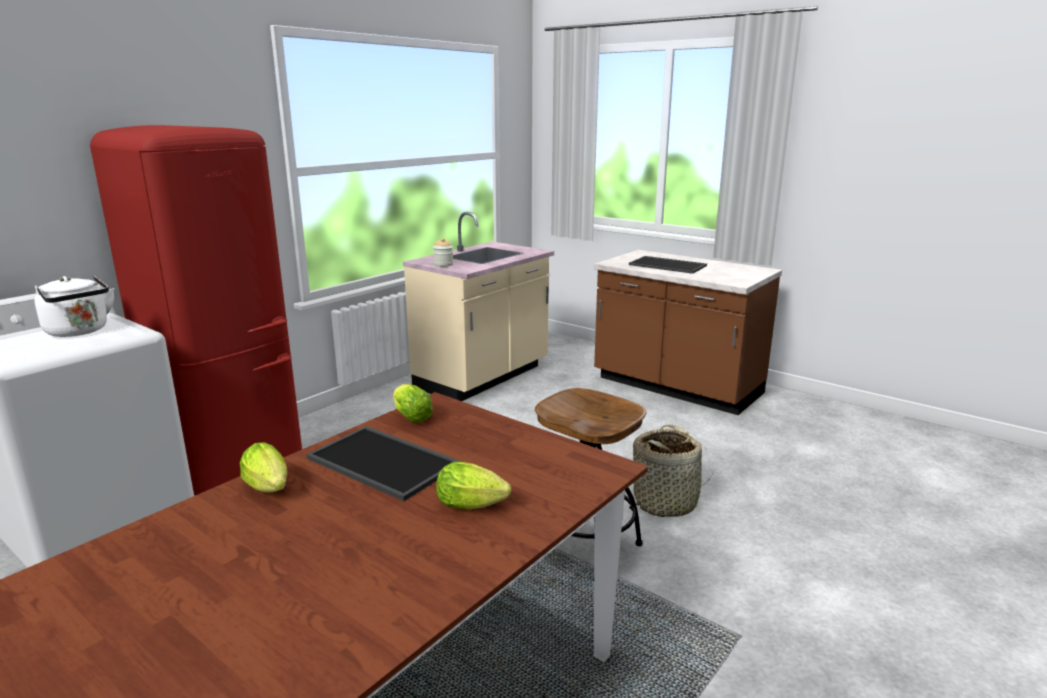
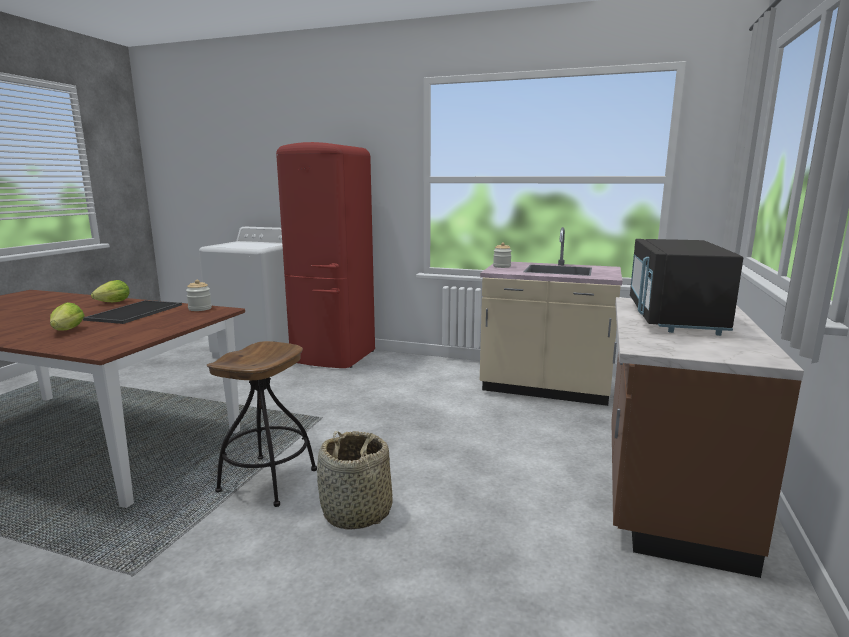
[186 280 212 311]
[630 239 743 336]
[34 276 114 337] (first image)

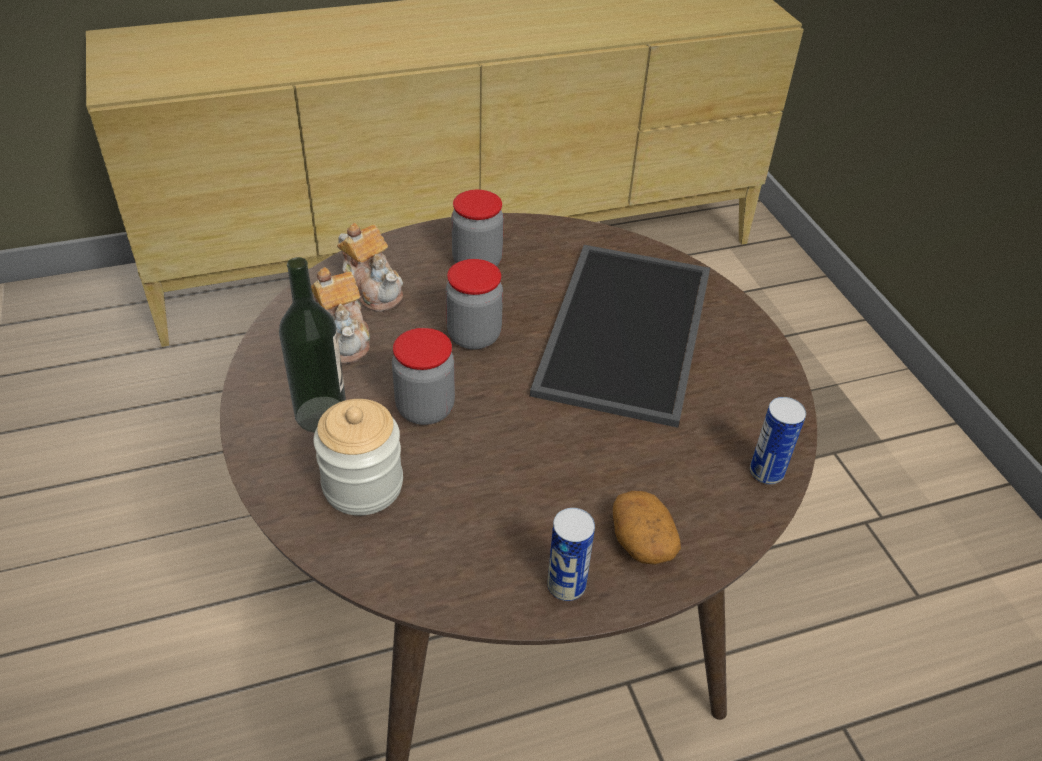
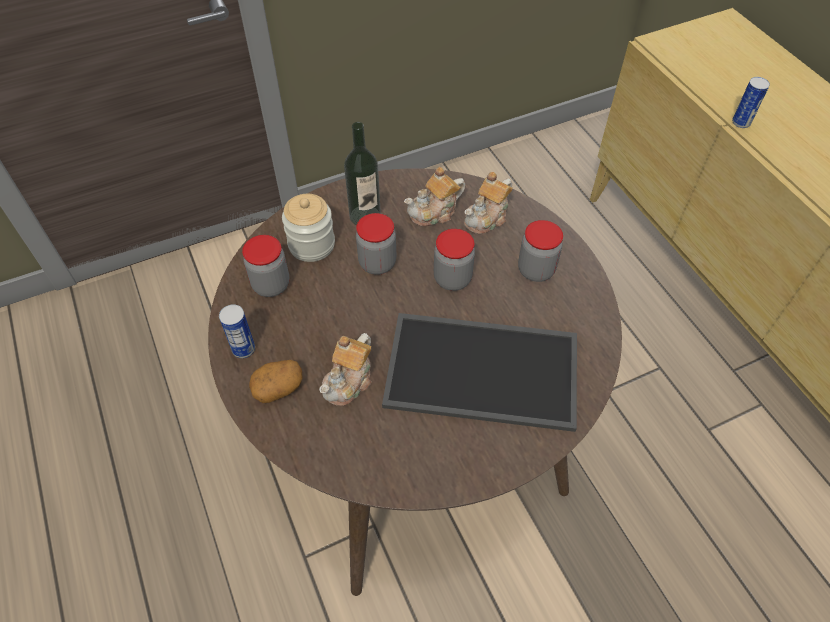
[242 235 289 297]
[319 333 371 406]
[732 77 770 128]

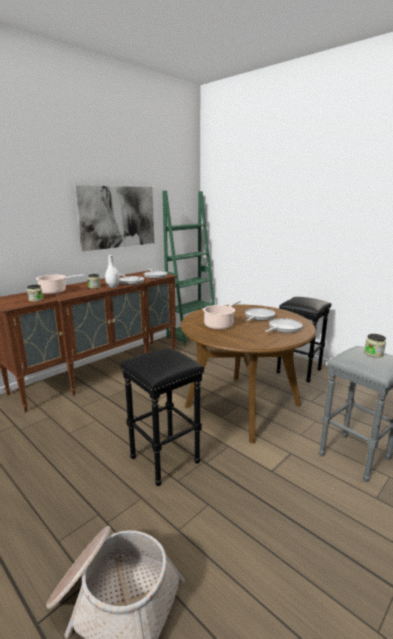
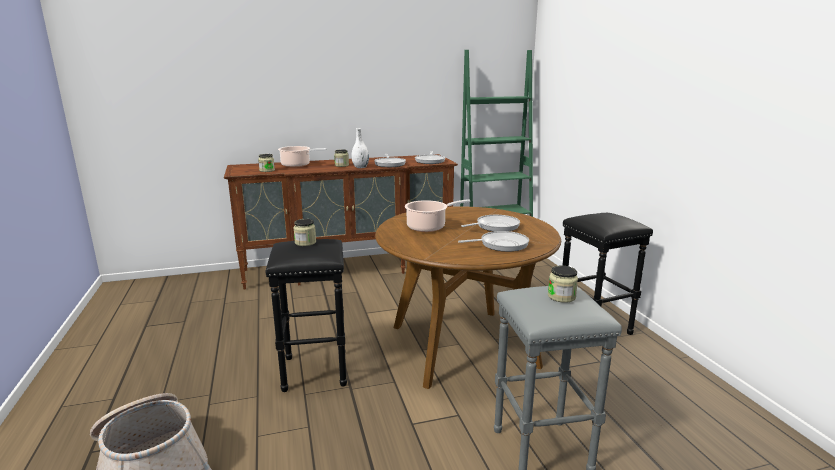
[294 219 316 246]
[74 185 154 251] (first image)

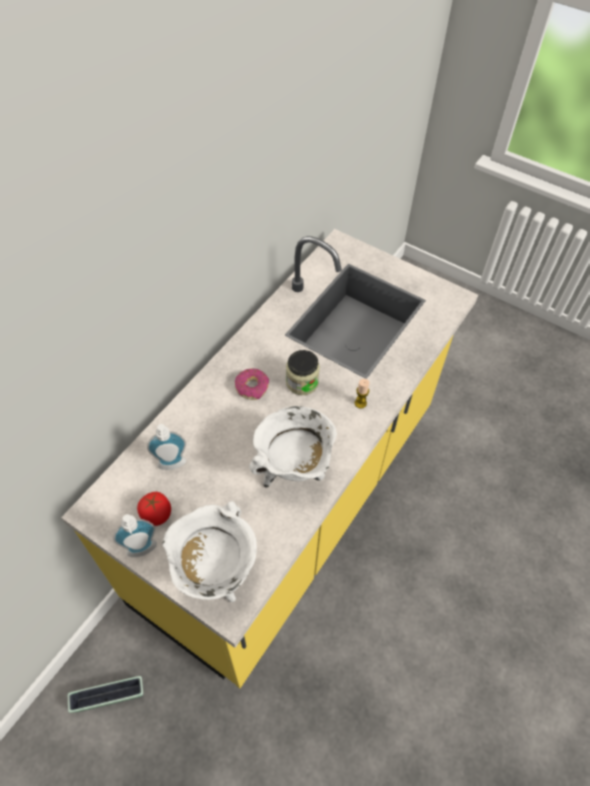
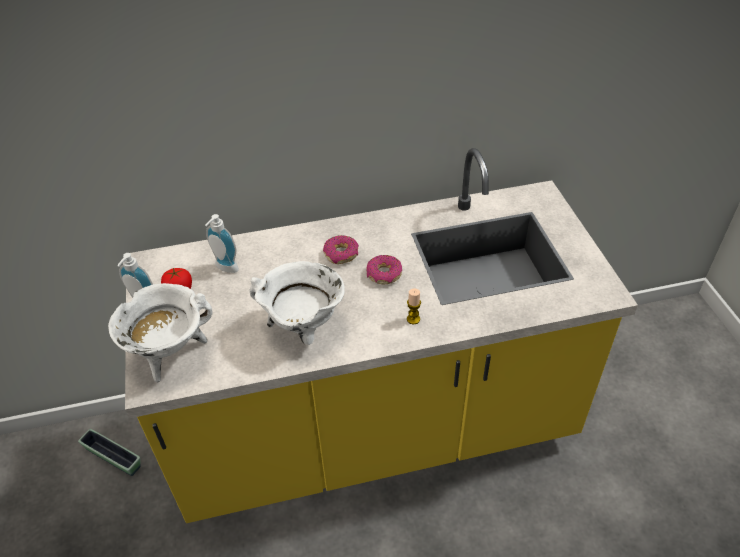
[366 255 402 284]

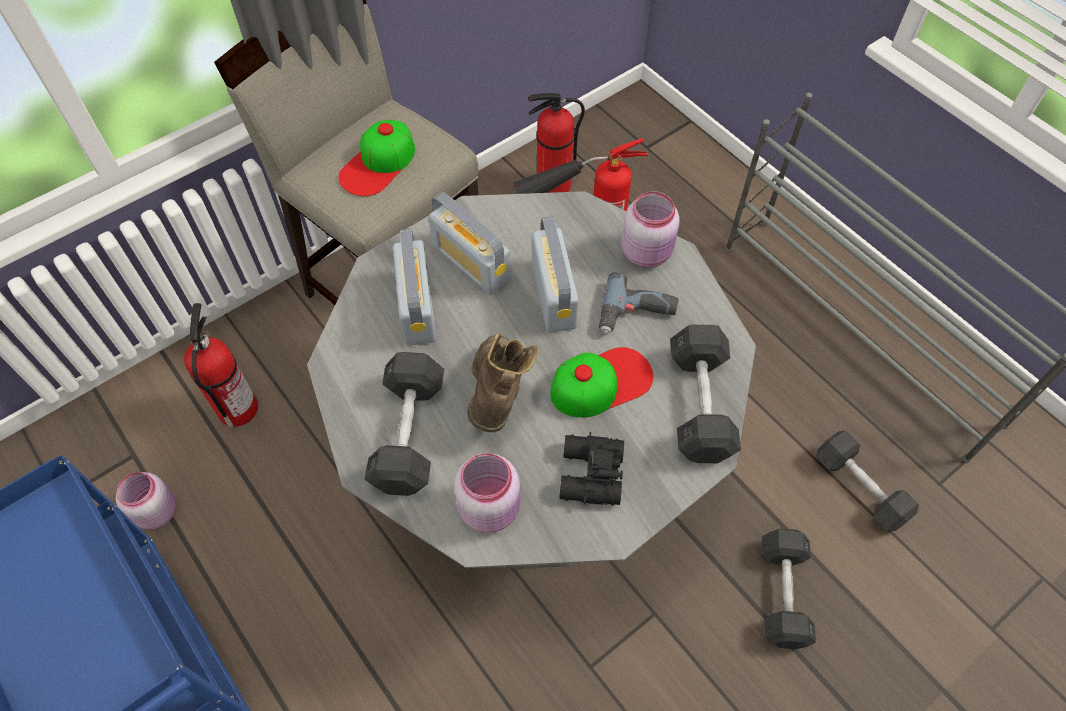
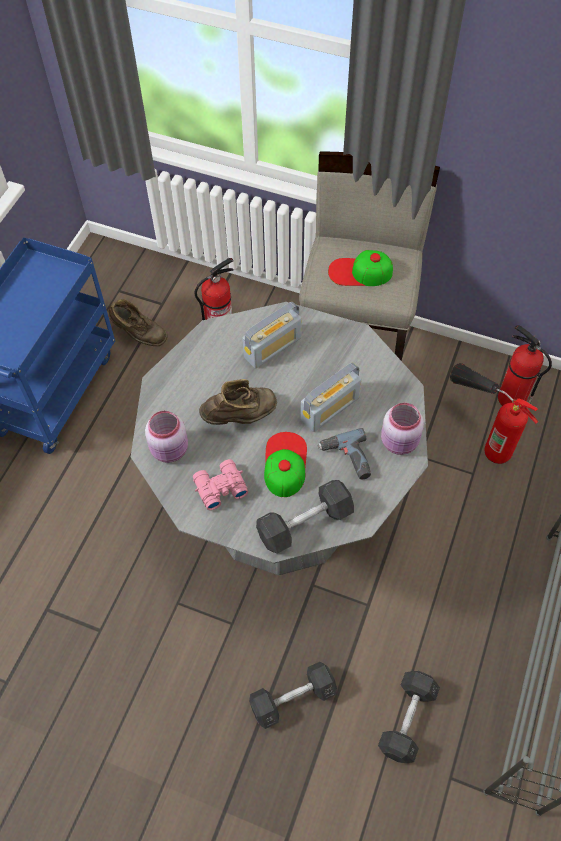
[109 299 168 346]
[193 459 248 510]
[264 432 307 497]
[365 352 444 496] (first image)
[428 192 511 295] (first image)

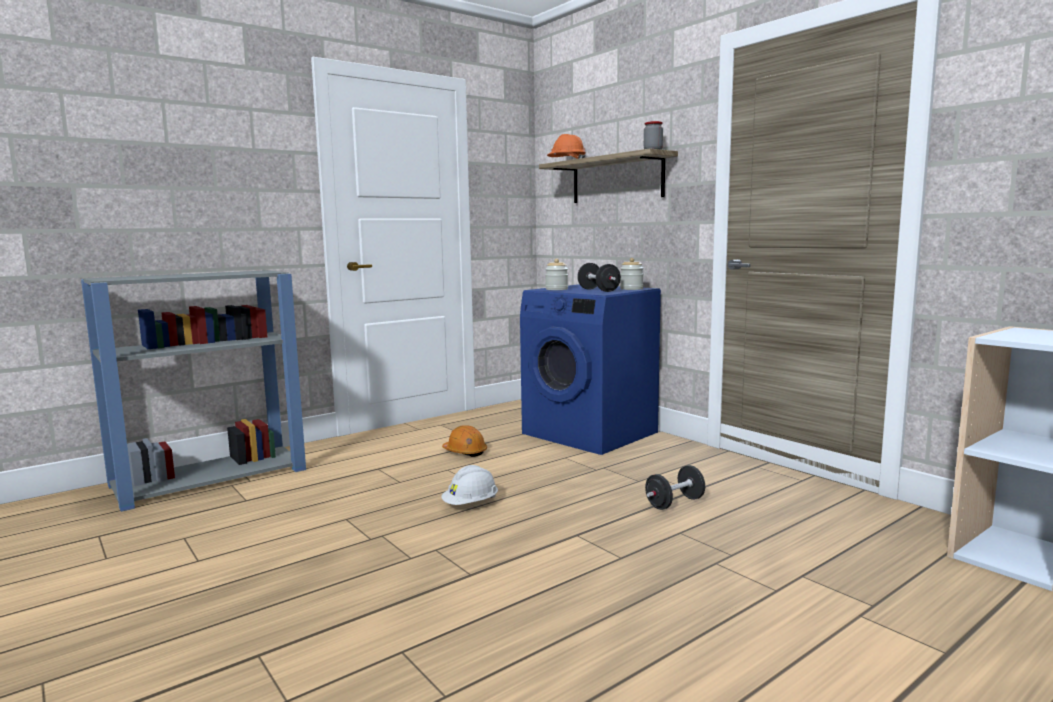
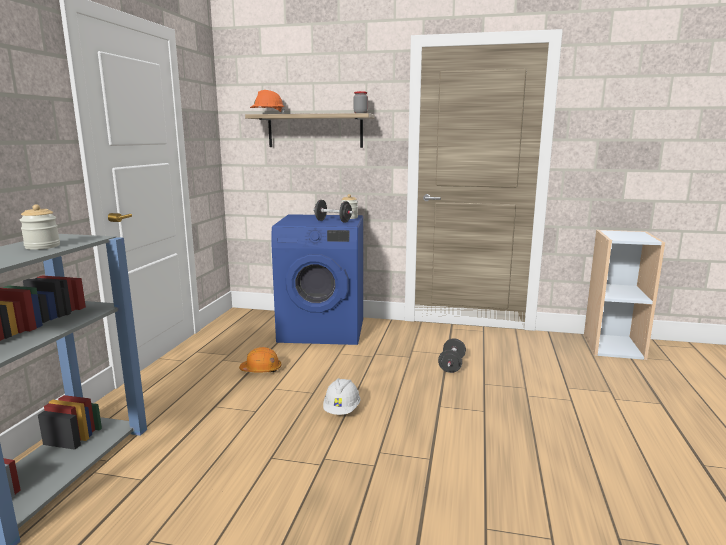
[19 204 60 250]

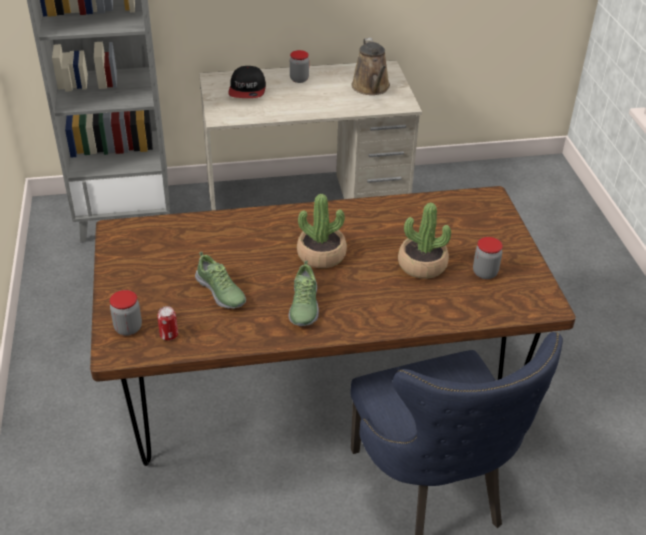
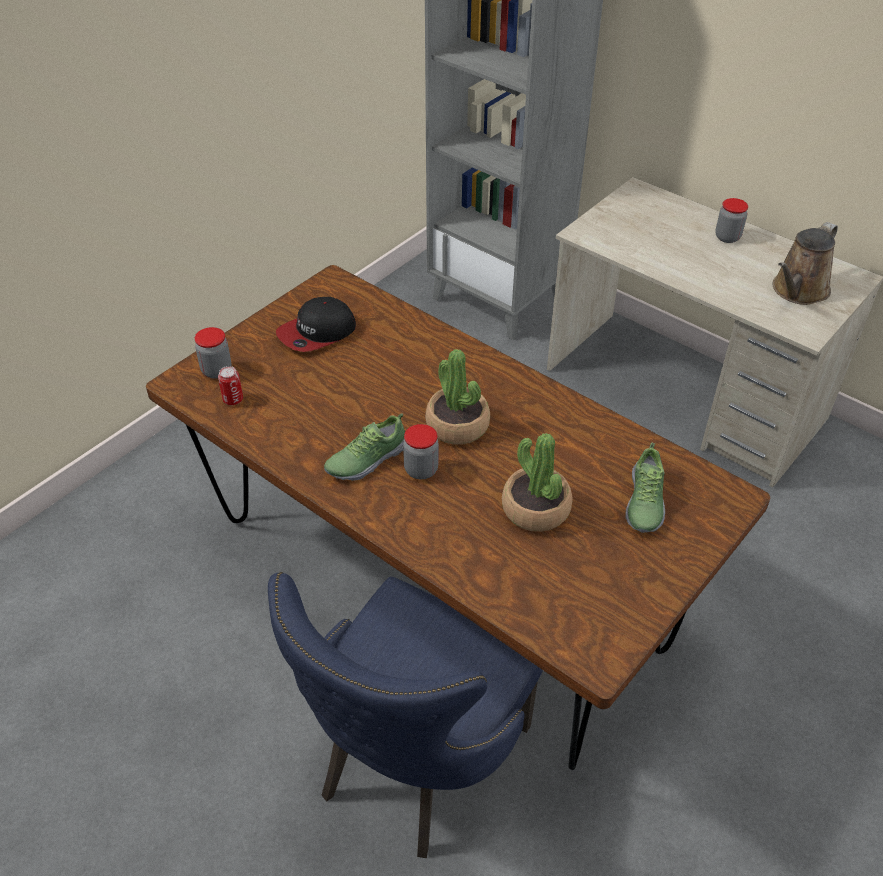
[276 297 356 352]
[403 424 439 479]
[625 443 665 533]

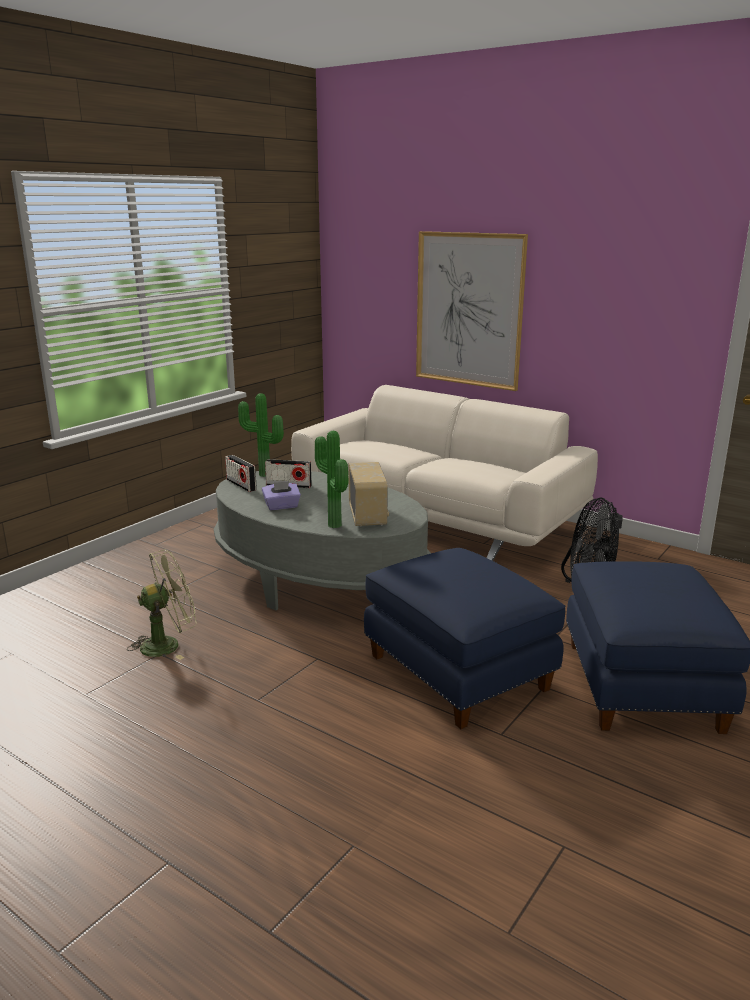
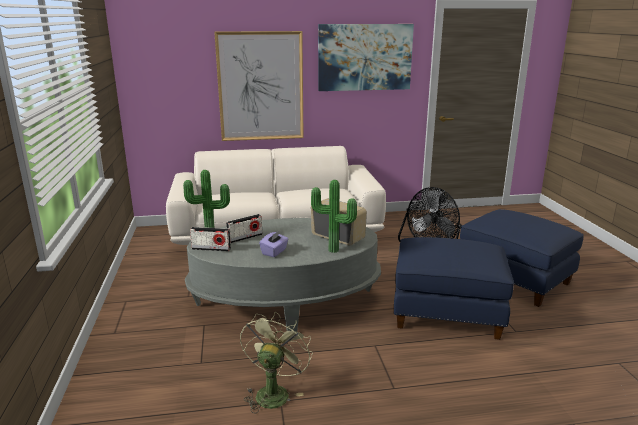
[318 24 414 91]

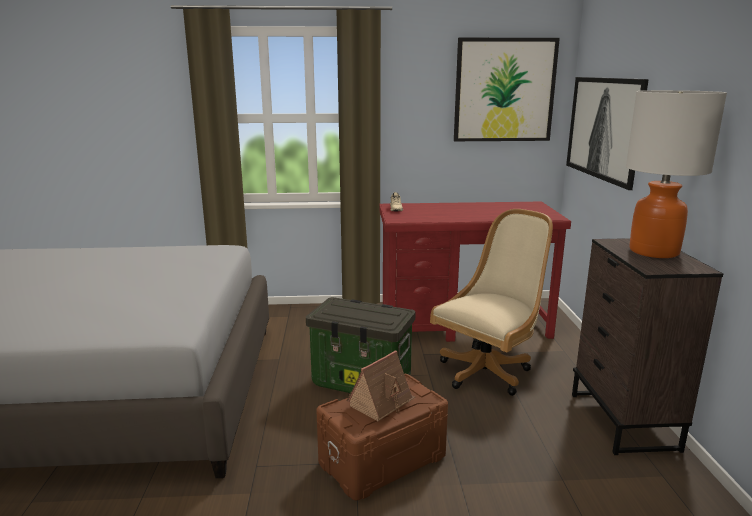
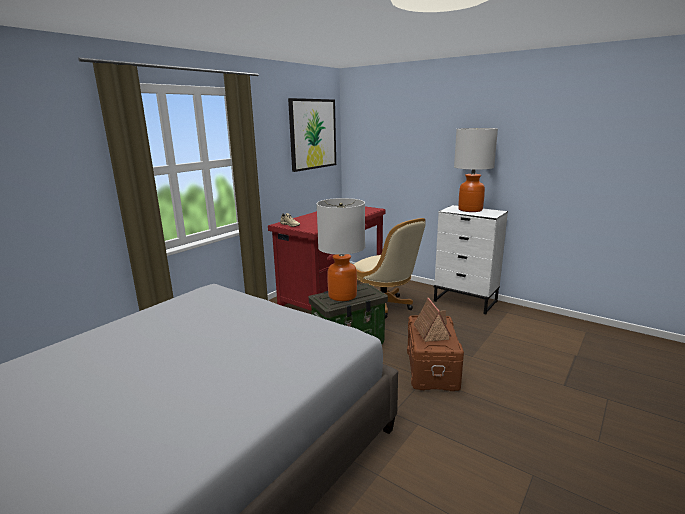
[317 198 365 301]
[353 218 426 319]
[434 205 508 314]
[566 77 649 190] (first image)

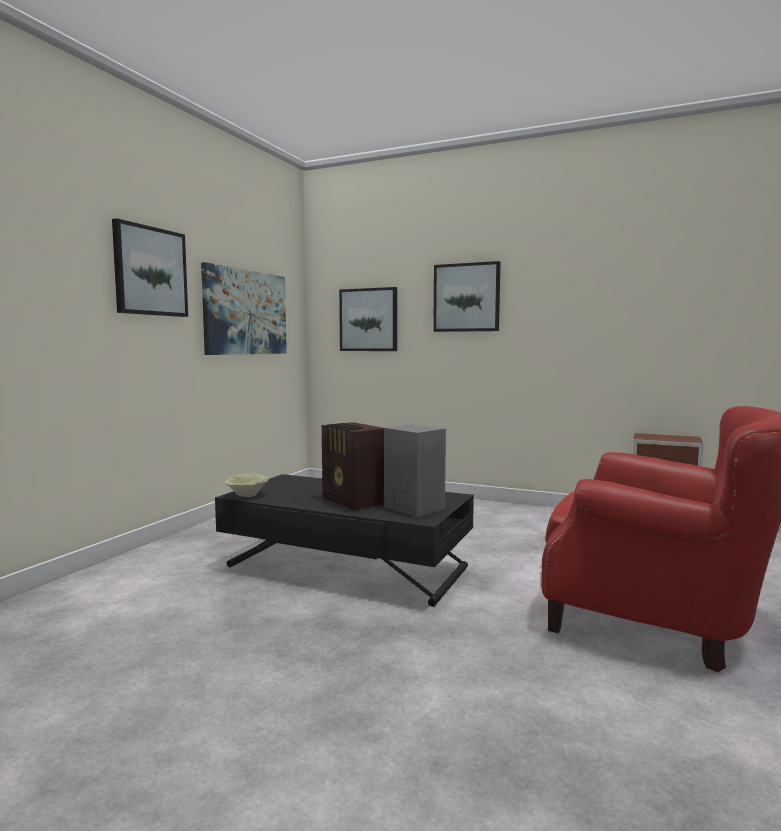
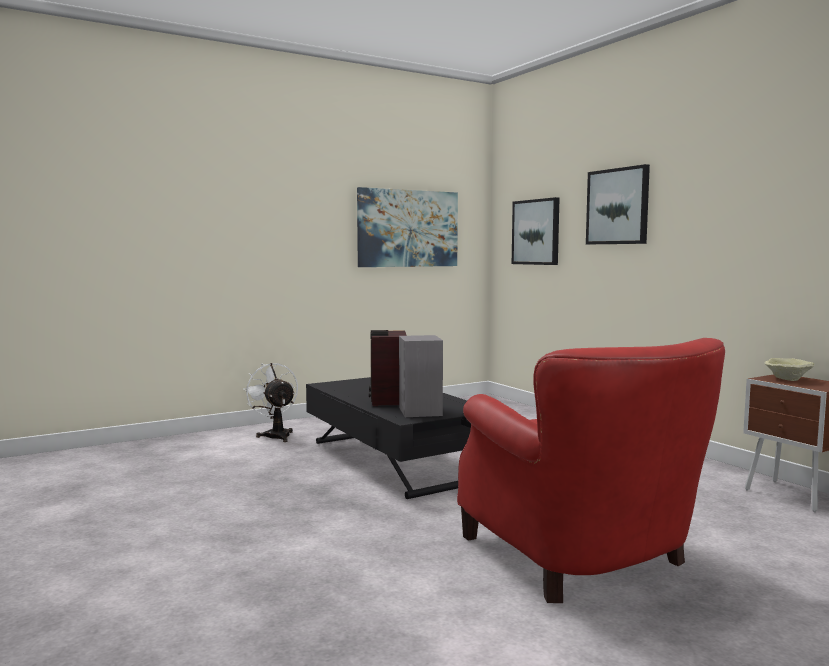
[243 363 298 442]
[765 358 814 381]
[112 219 188 317] (first image)

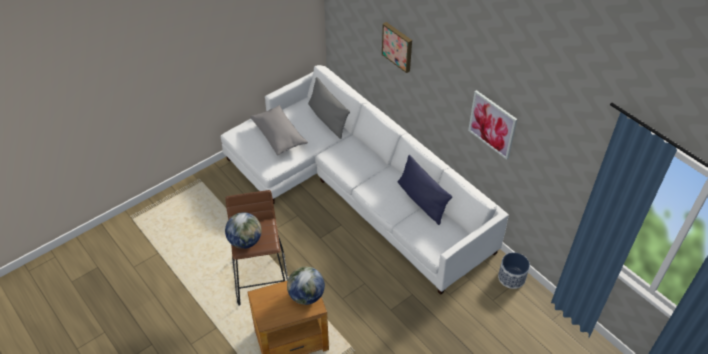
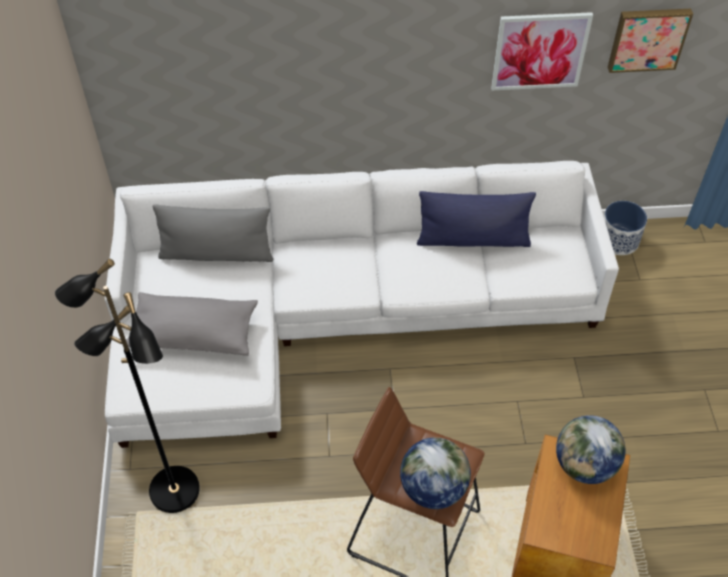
[55 259 200 513]
[608 9 693 73]

